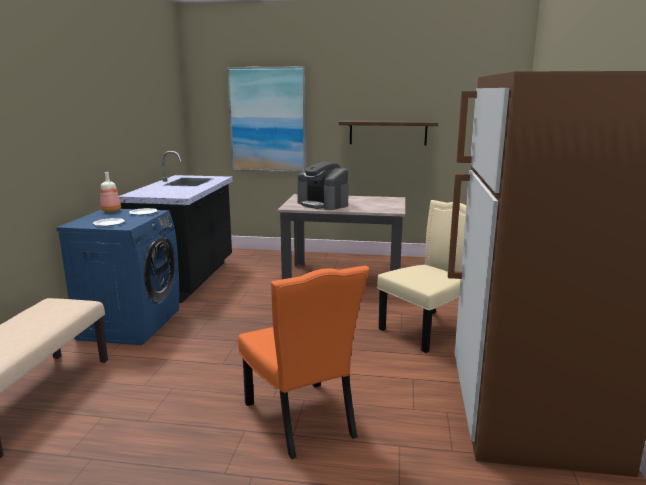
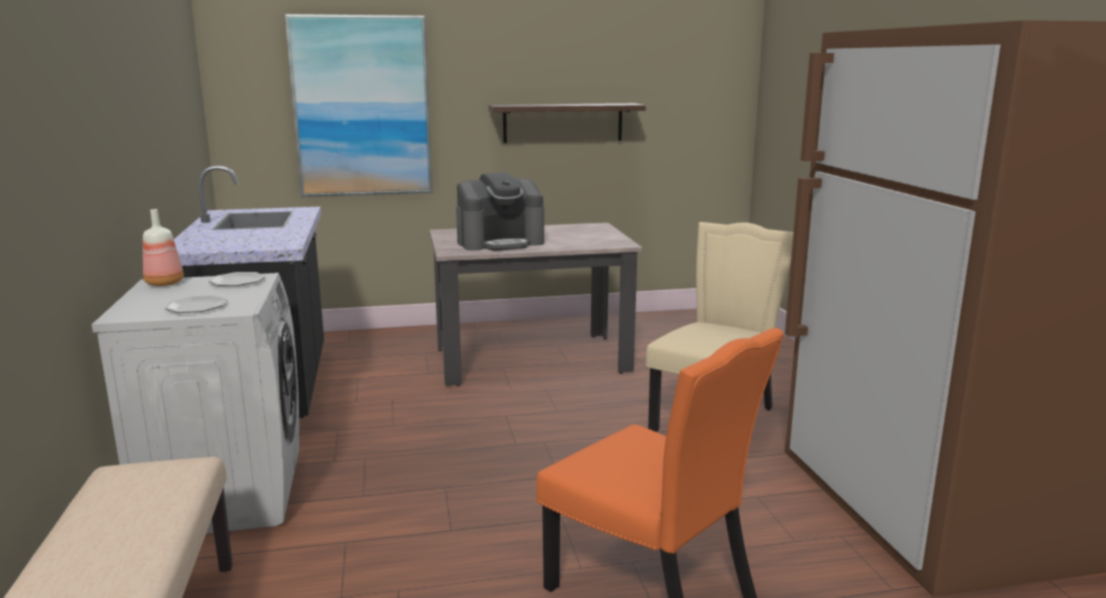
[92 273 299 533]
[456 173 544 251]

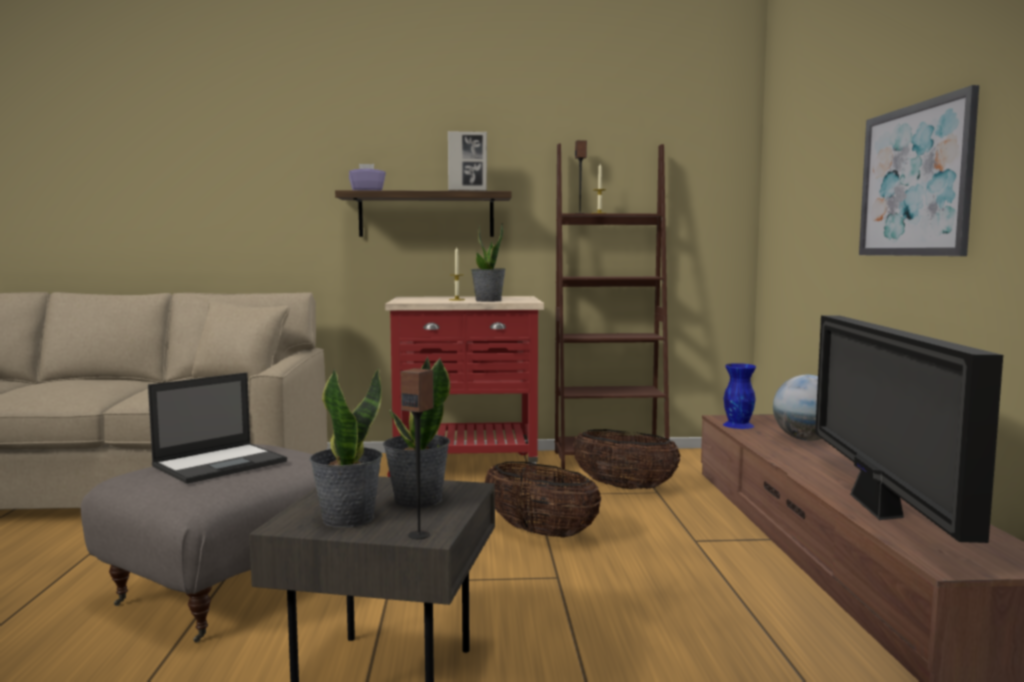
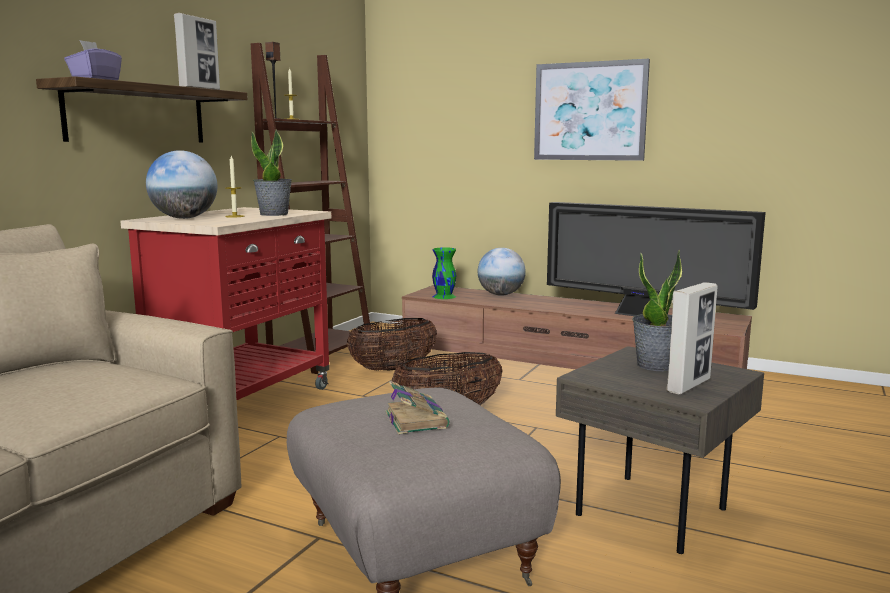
[146 150 217 219]
[385 381 449 434]
[432 247 457 299]
[667 282 718 394]
[401 368 434 539] (first image)

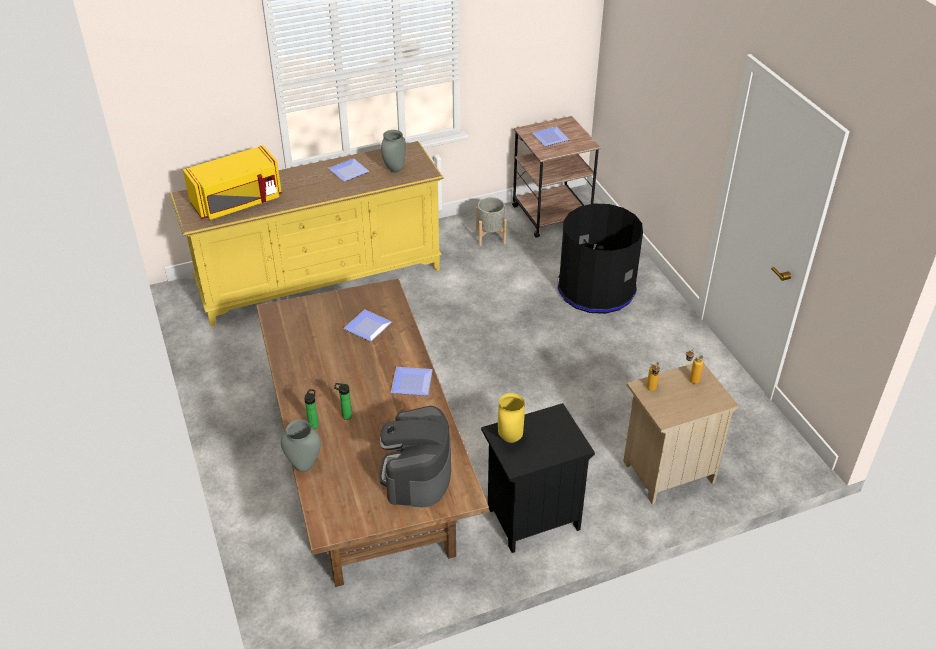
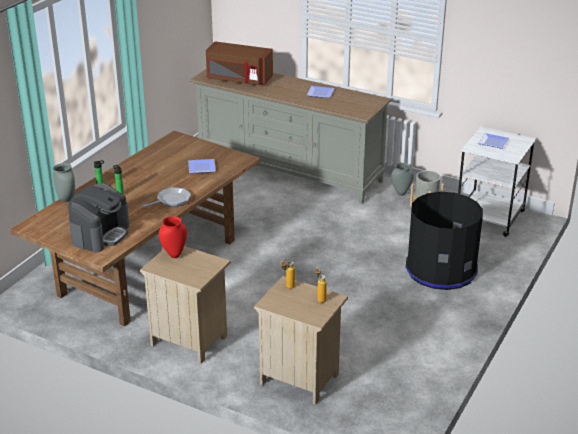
[68 183 129 252]
[140 246 231 364]
[141 187 191 208]
[159 216 187 258]
[189 69 391 204]
[206 41 273 85]
[391 163 414 196]
[458 127 536 237]

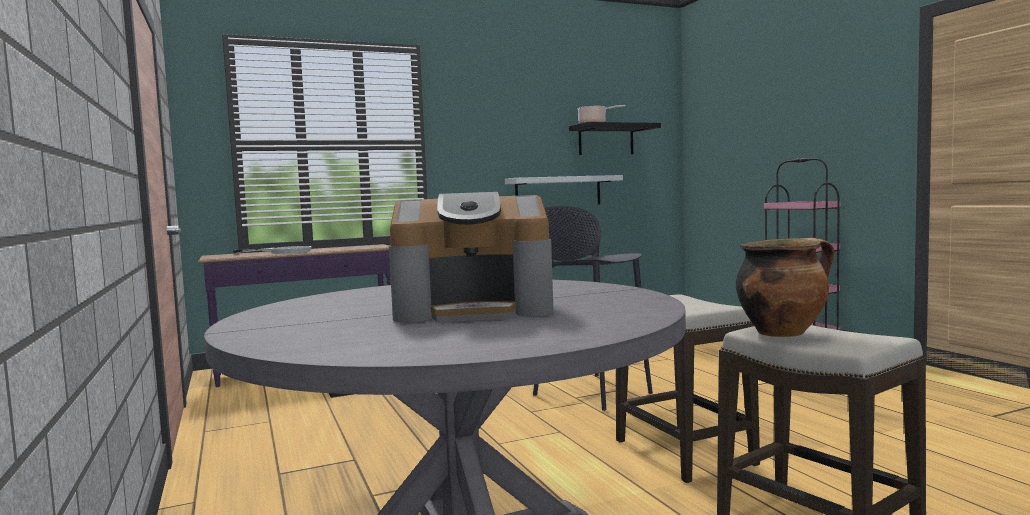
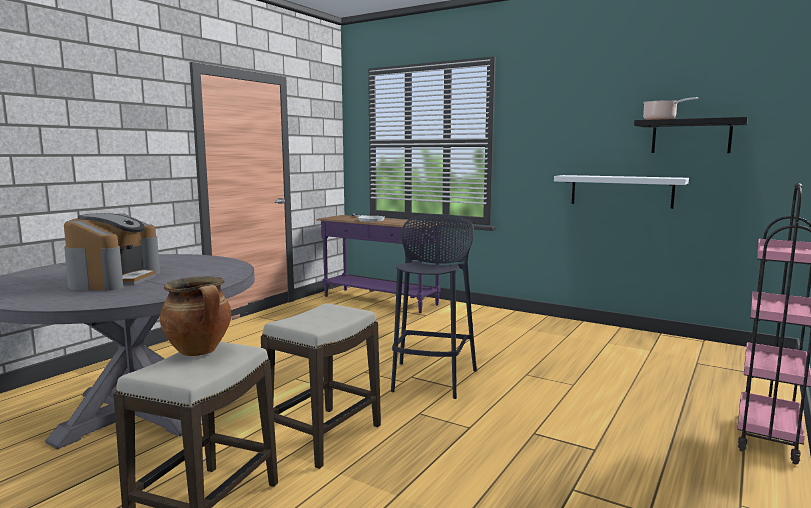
[64 213 160 291]

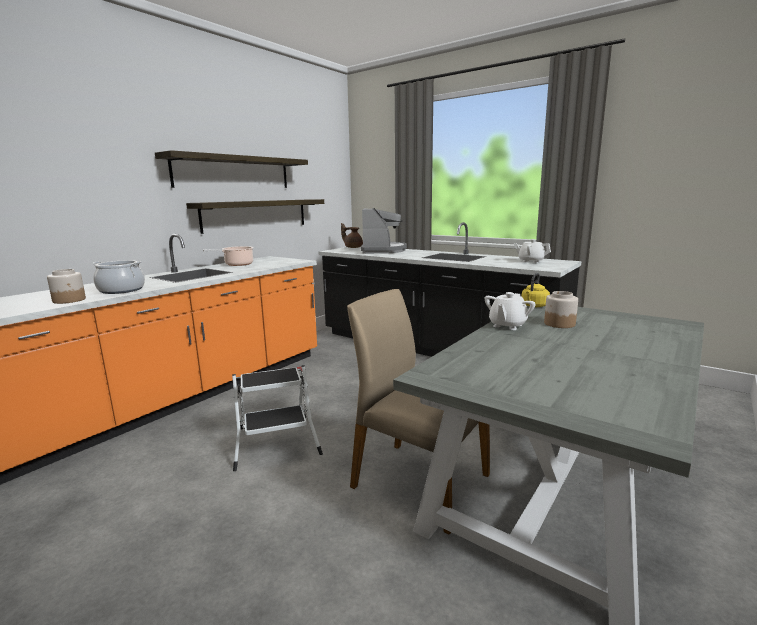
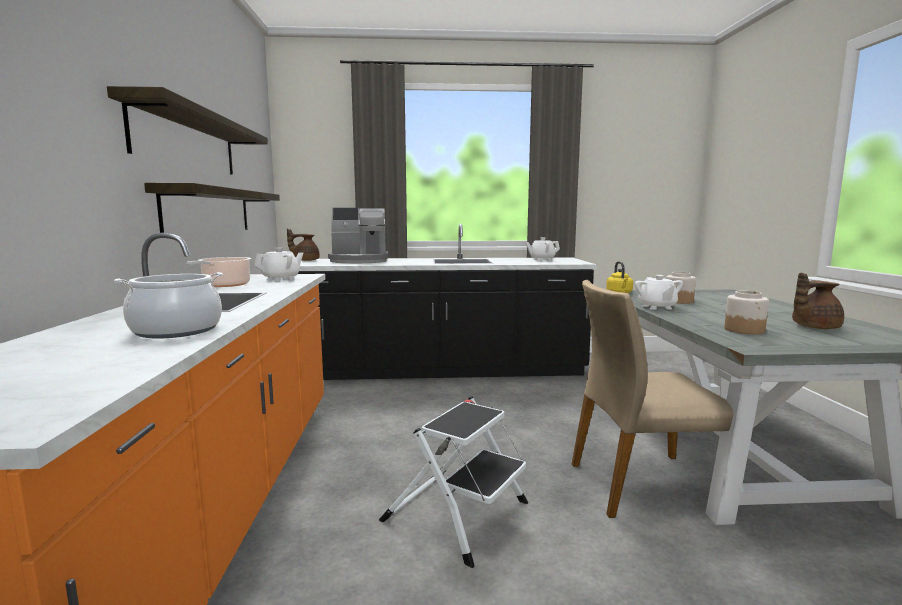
[254 247 303 281]
[328 208 388 263]
[724 291 769 334]
[792 273 844 329]

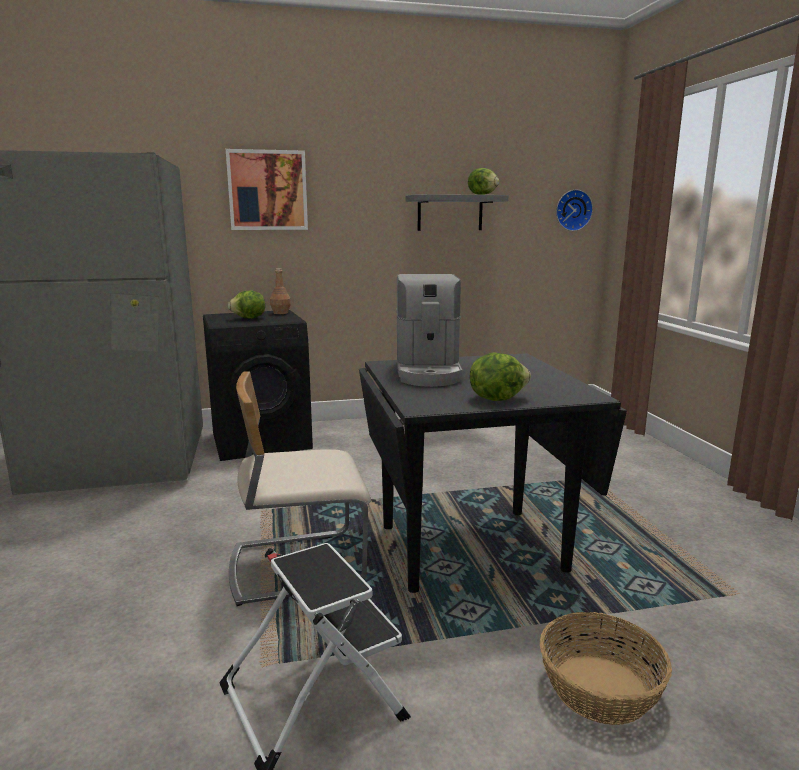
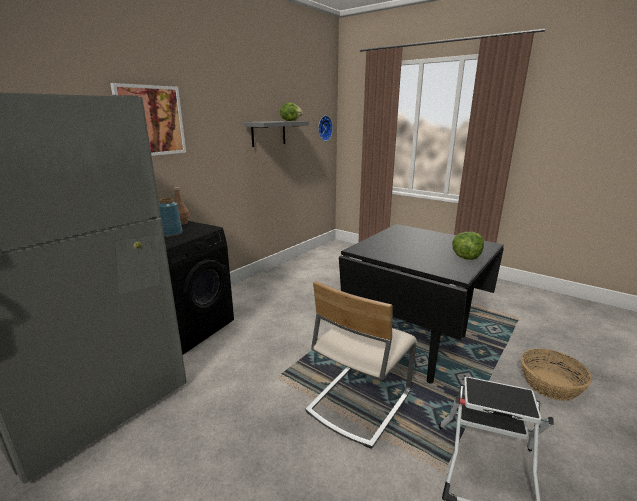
[158 198 183 237]
[396 274 462 387] (first image)

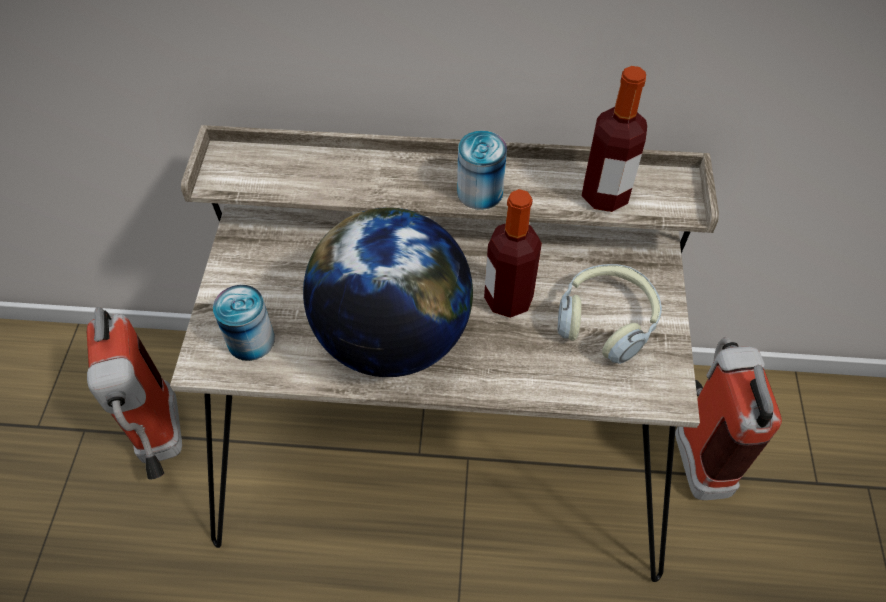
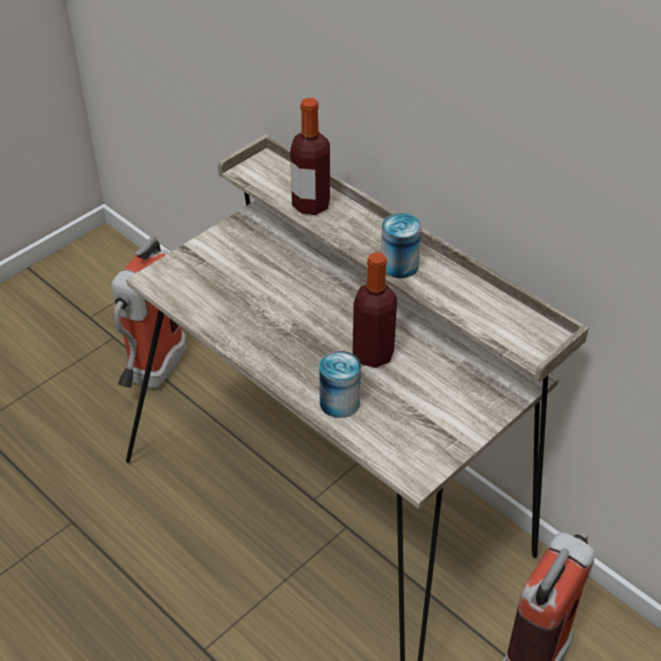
[290 98 330 215]
[319 351 361 418]
[303 207 473 377] (first image)
[558 264 662 364] (first image)

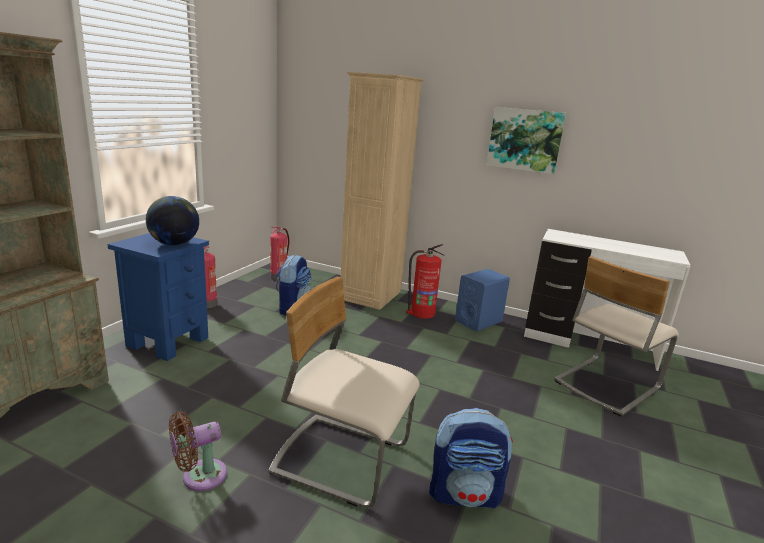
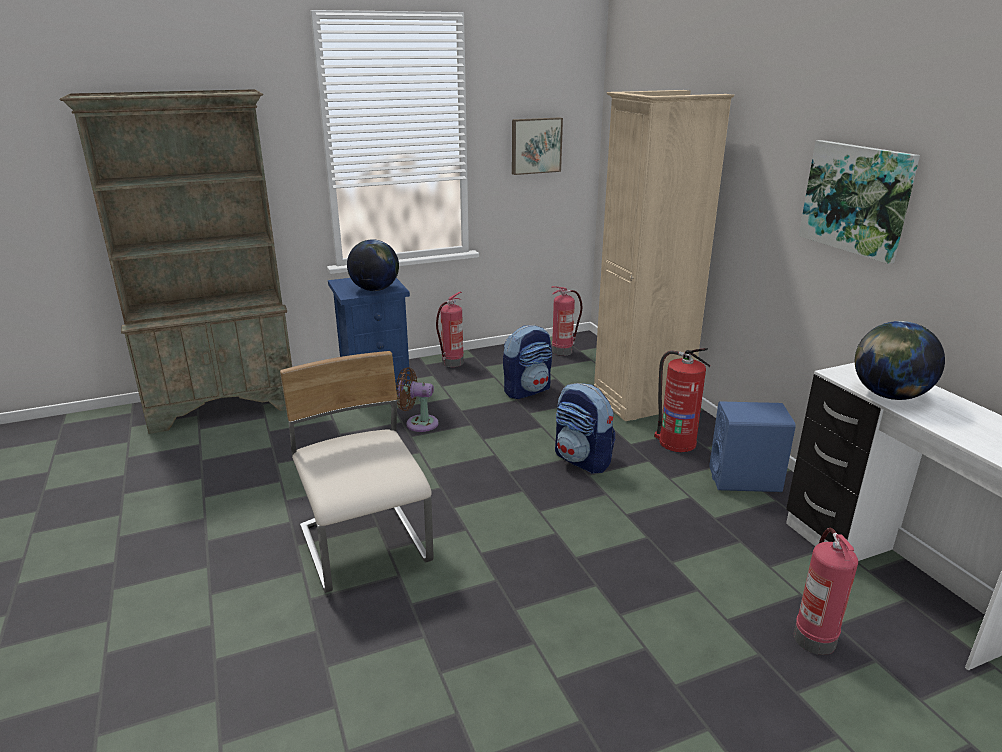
[396 367 438 432]
[512 117 563 175]
[555 383 615 474]
[794 528 858 655]
[855 321 945 400]

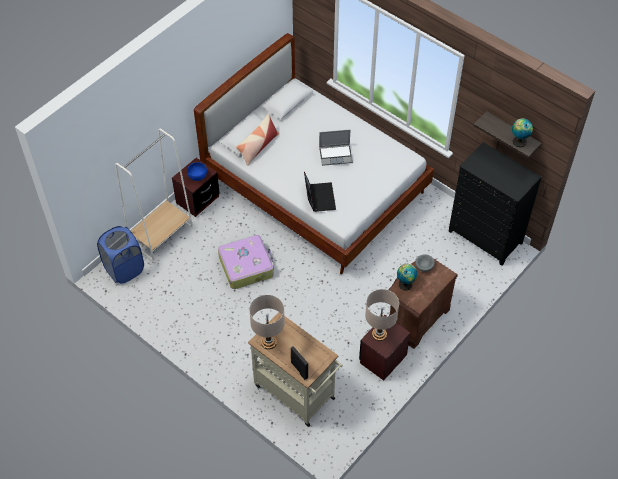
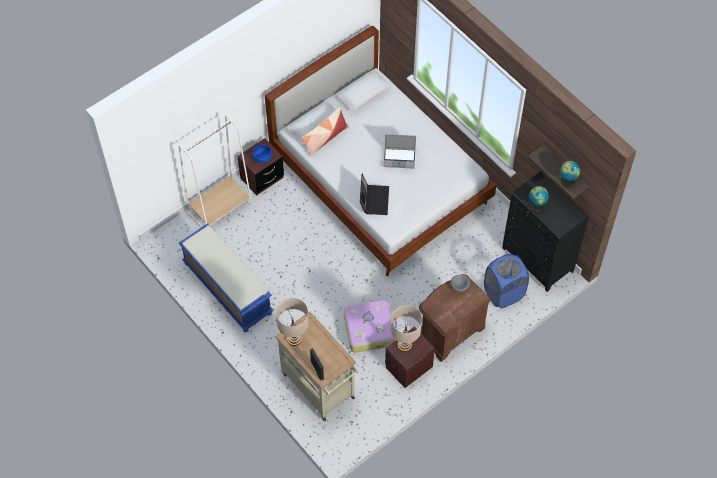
[178 224 274 332]
[344 300 397 353]
[484 254 529 308]
[529 186 549 212]

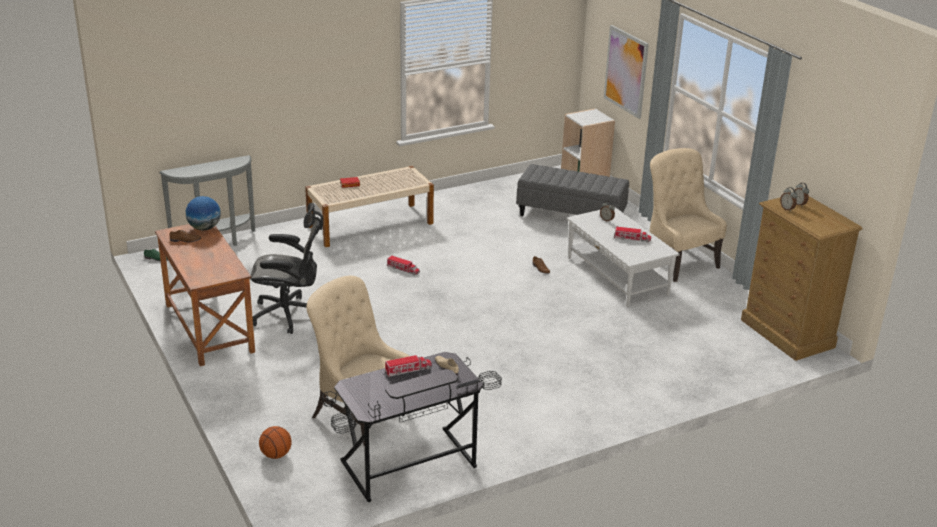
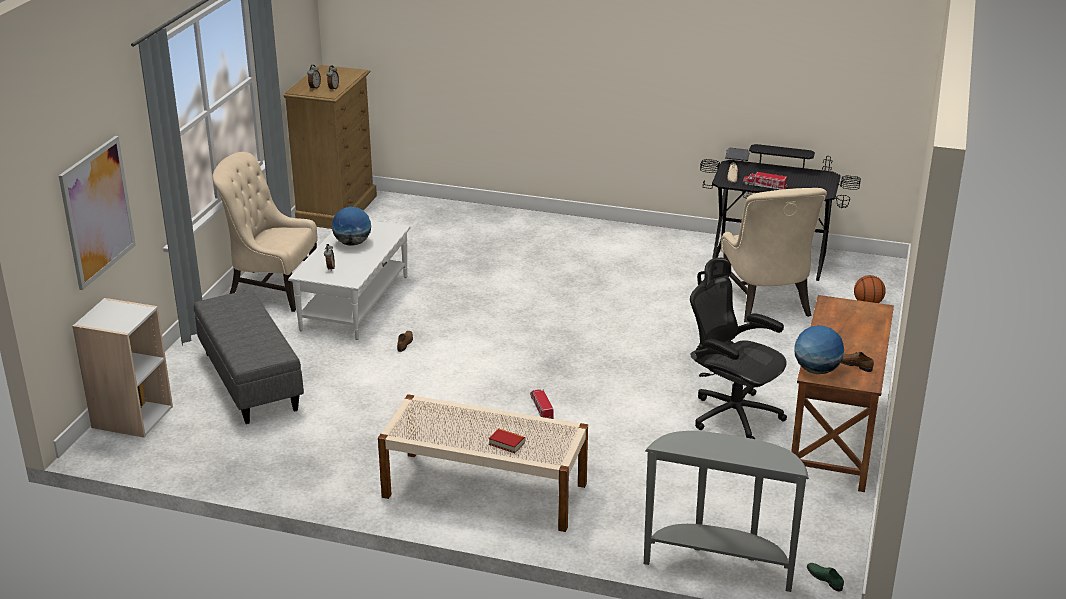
[212 152 318 312]
[332 206 371 246]

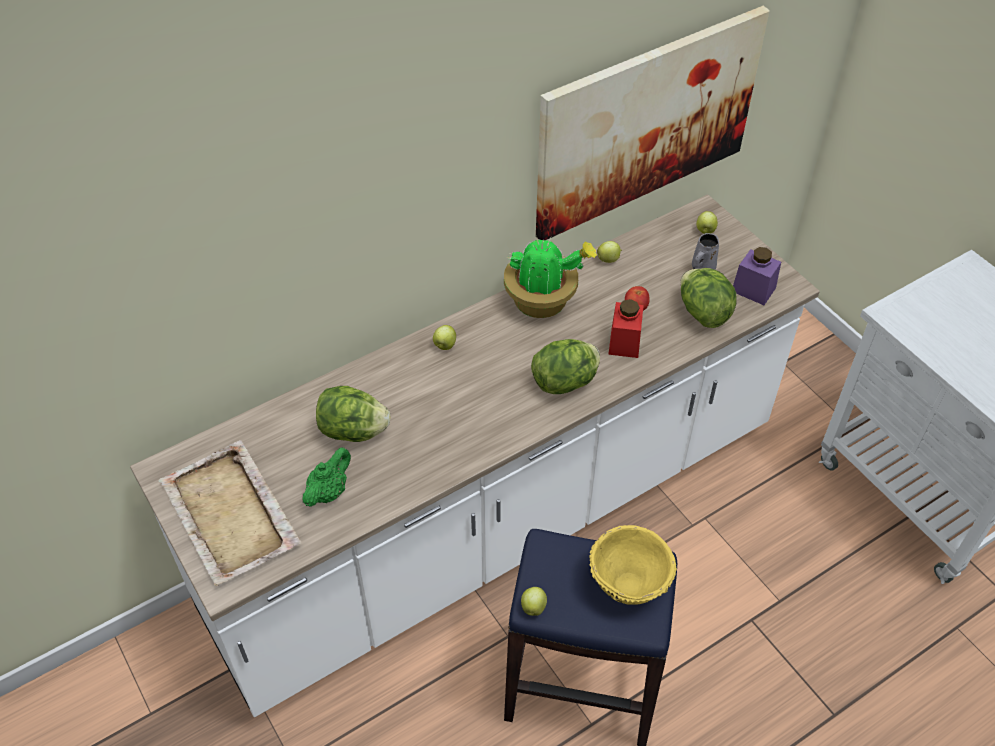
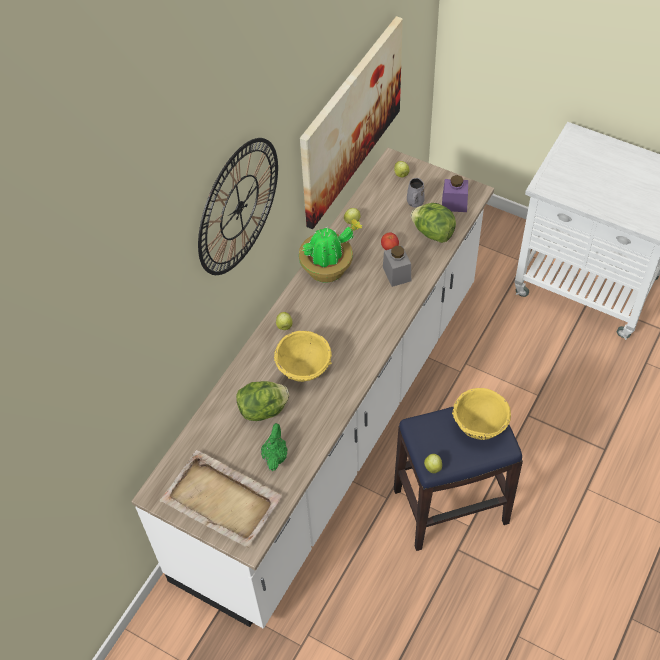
[198 138 278 275]
[274 331 332 382]
[383 246 411 287]
[531 339 600 394] (first image)

